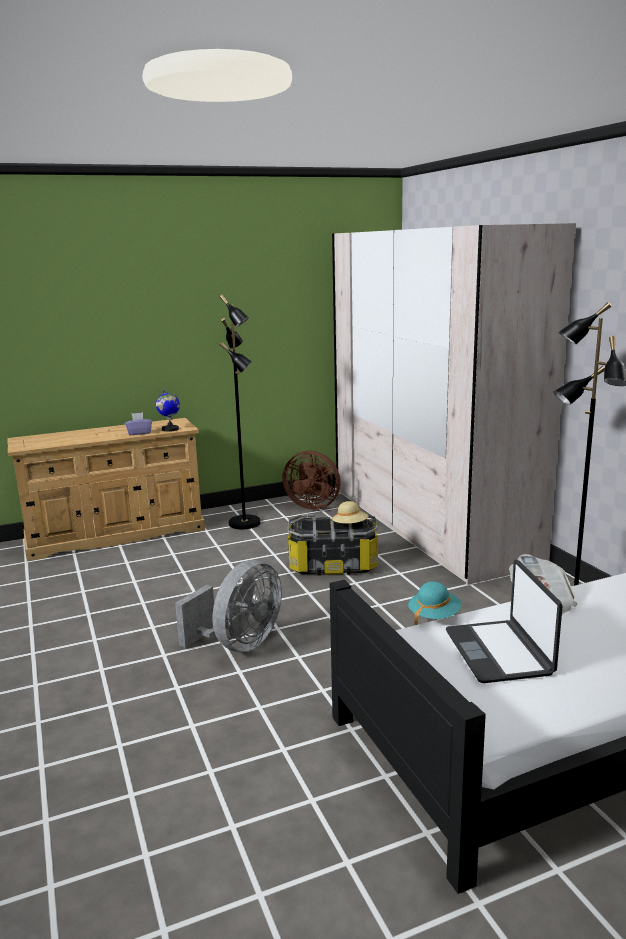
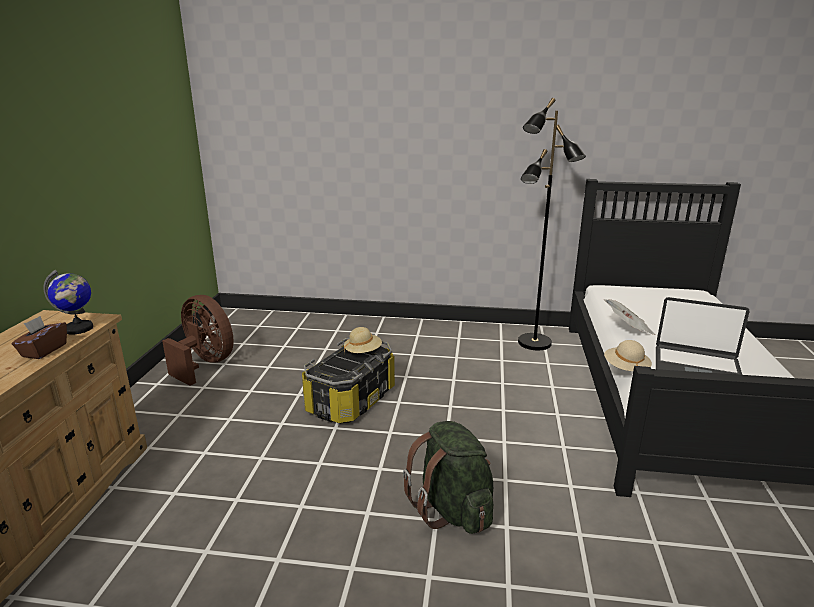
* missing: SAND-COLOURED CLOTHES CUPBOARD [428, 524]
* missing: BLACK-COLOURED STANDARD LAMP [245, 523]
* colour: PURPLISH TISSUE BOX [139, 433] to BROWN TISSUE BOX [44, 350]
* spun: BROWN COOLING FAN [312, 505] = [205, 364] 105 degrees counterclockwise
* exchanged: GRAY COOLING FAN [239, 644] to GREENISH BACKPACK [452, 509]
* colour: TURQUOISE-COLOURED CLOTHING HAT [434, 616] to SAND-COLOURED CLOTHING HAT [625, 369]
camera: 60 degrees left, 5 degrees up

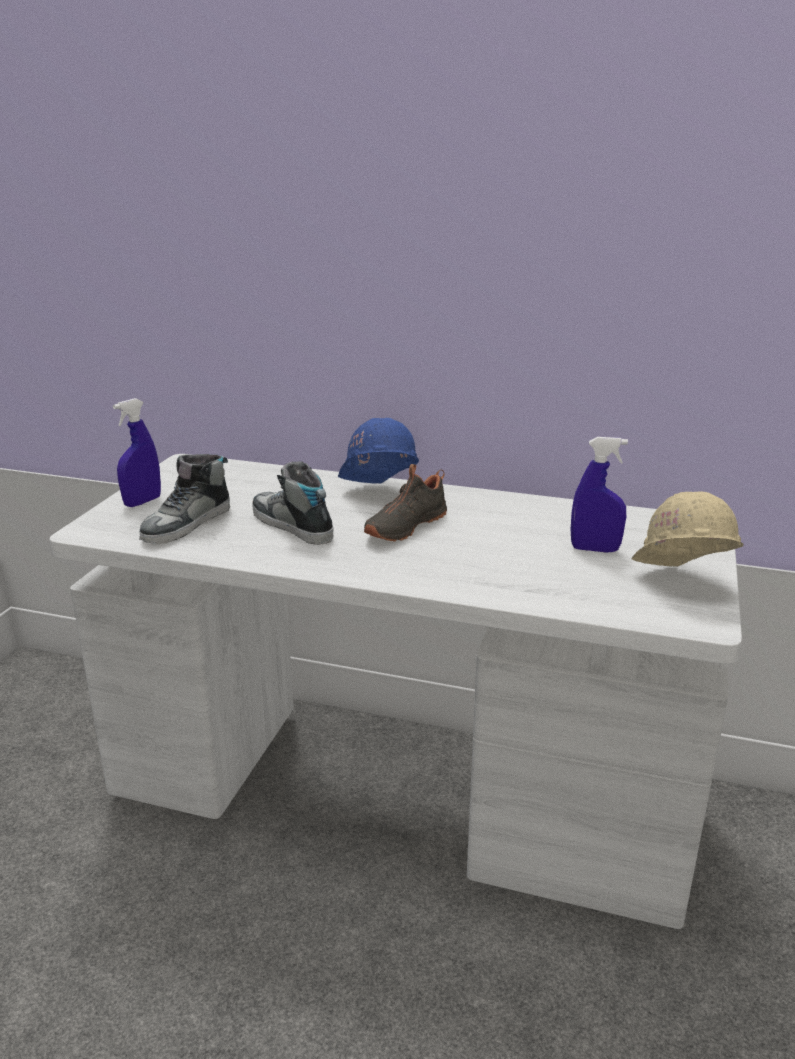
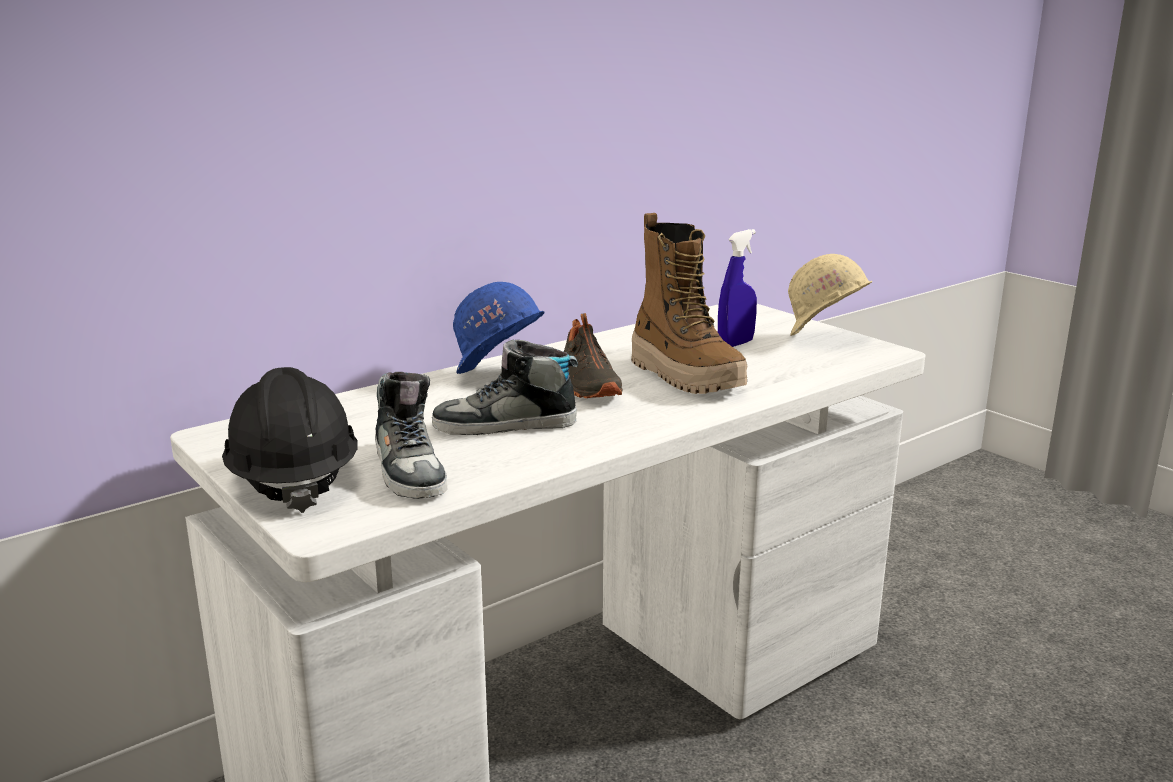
* exchanged: BLUISH SPRAYER [142, 502] to BLACK-COLOURED HARD HAT [293, 480]
* appeared: BOOT [686, 377]
camera: 55 degrees left, 5 degrees down

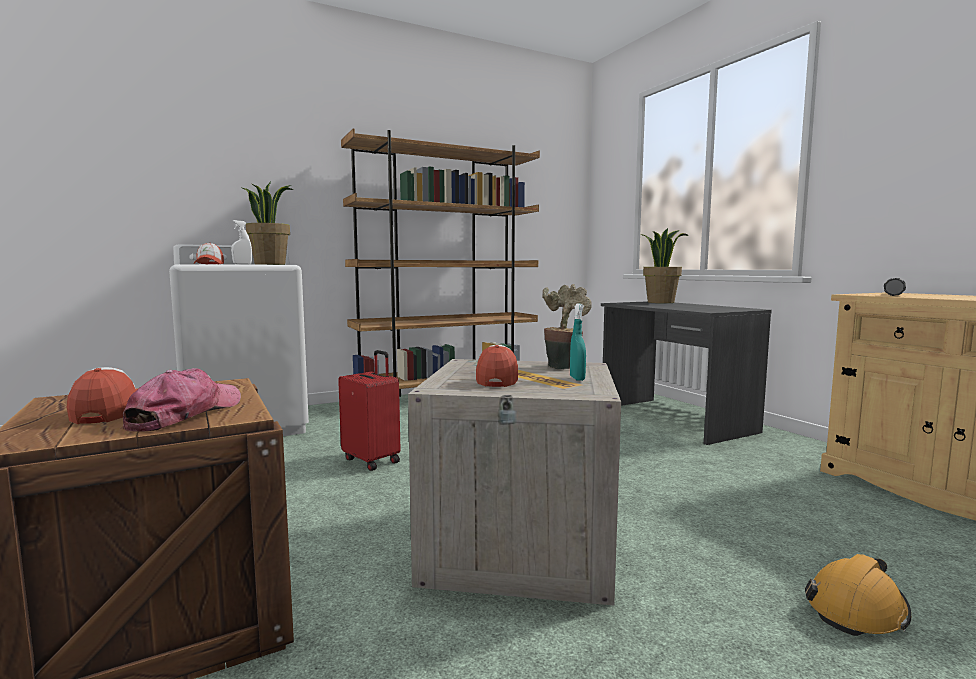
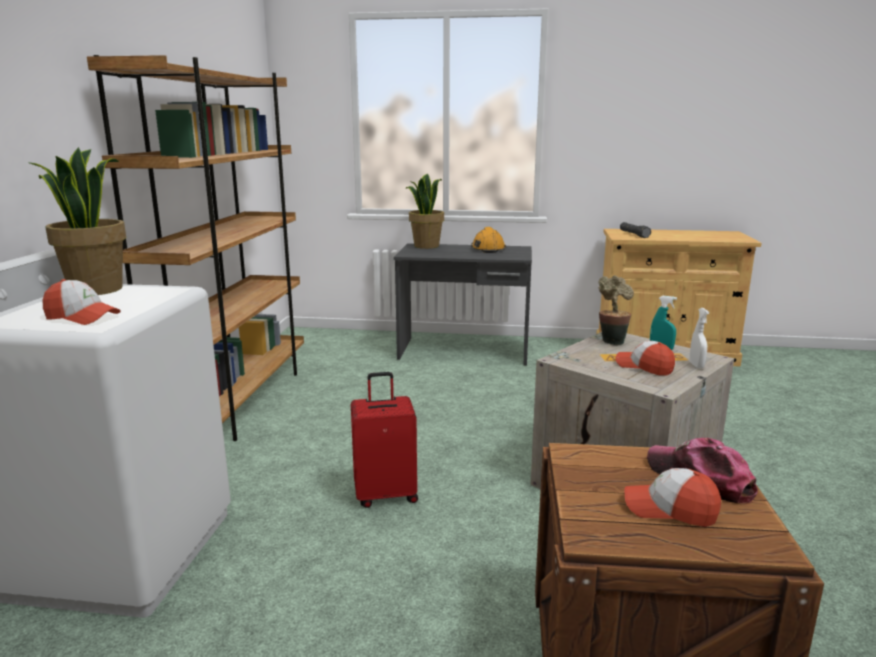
* relocated: WHITE SPRAYER [242, 264] to [696, 365]
* relocated: ORANGEY HARD HAT [856, 609] to [487, 249]
camera: 55 degrees left, 10 degrees up

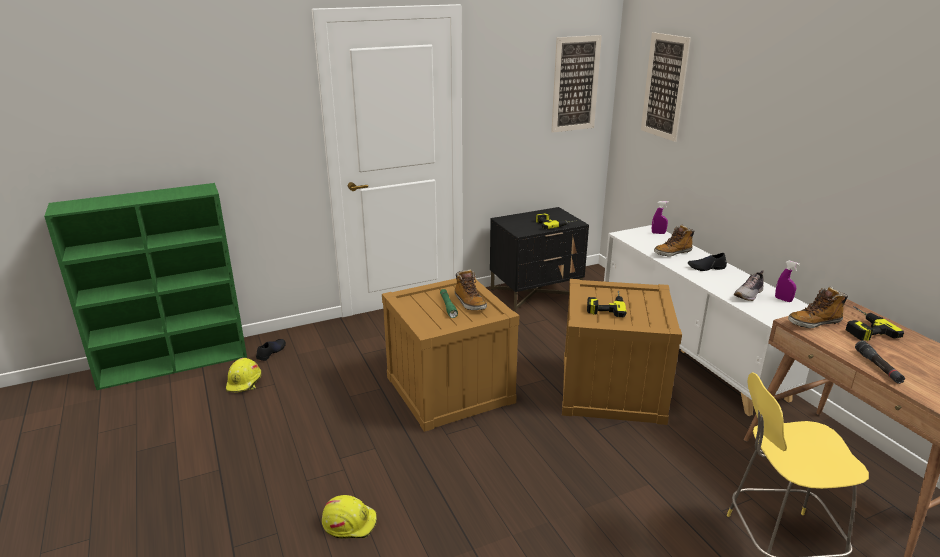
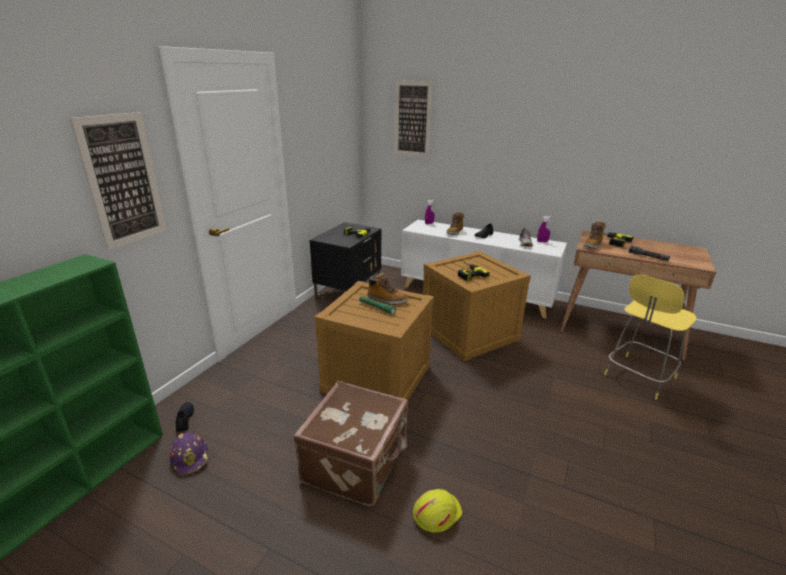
* relocated: WALL ART [575, 84] to [123, 180]
* colour: YELLOW-COLOURED HARD HAT [244, 382] to PURPLISH HARD HAT [191, 458]
* appeared: BROWN TRAVEL CASE [357, 463]
camera: 40 degrees left, 0 degrees up

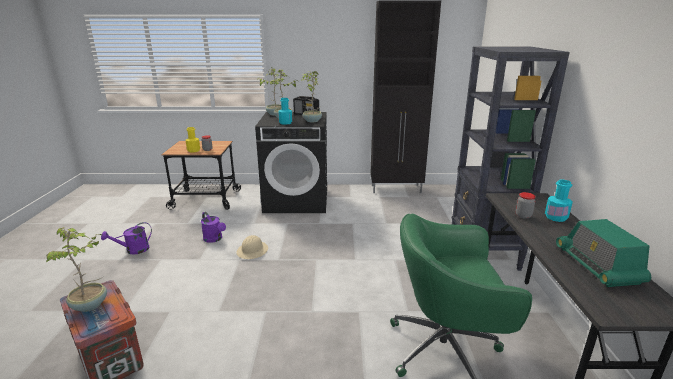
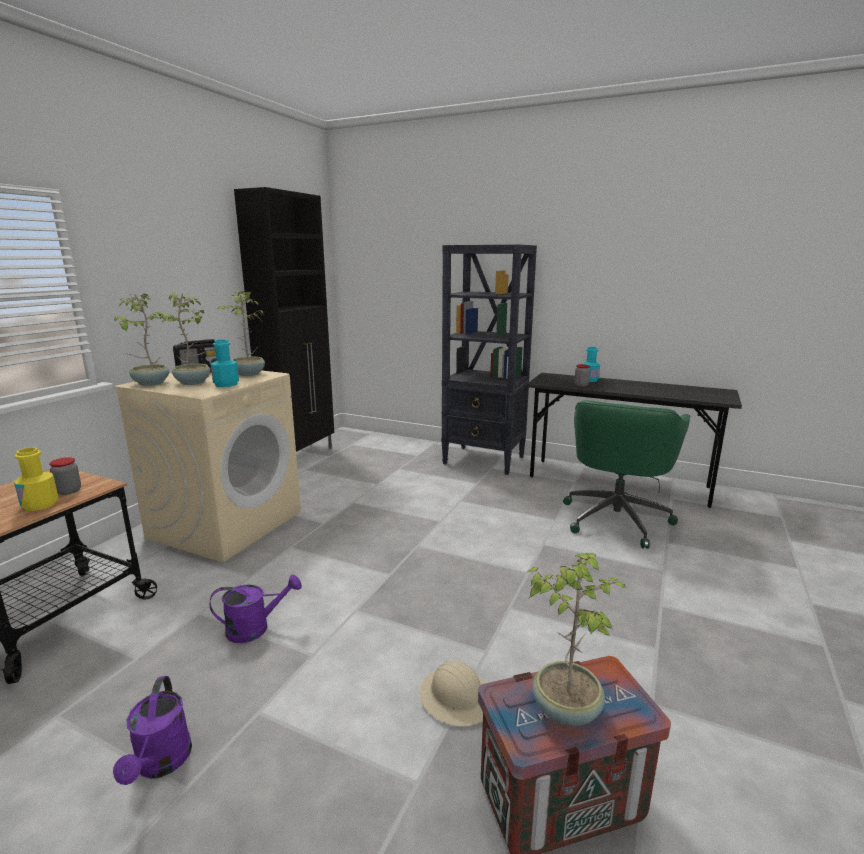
* colour: BLACK-COLOURED LAUNDRY MACHINE [297, 200] to SAND-COLOURED LAUNDRY MACHINE [226, 524]
* missing: RADIO SET [597, 266]
* relocated: SAND-COLOURED HARD HAT [252, 251] to [456, 697]
camera: 65 degrees left, 5 degrees down

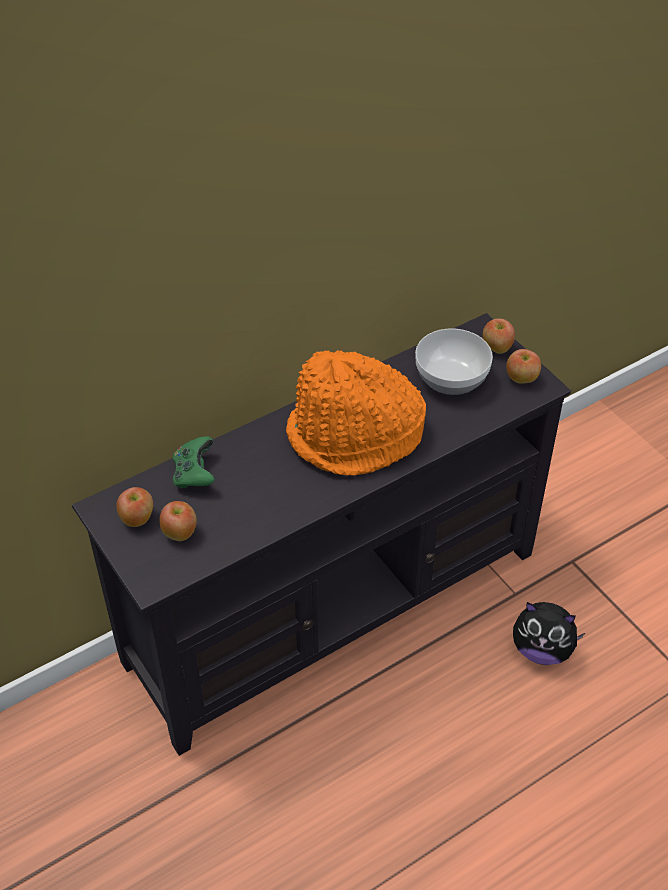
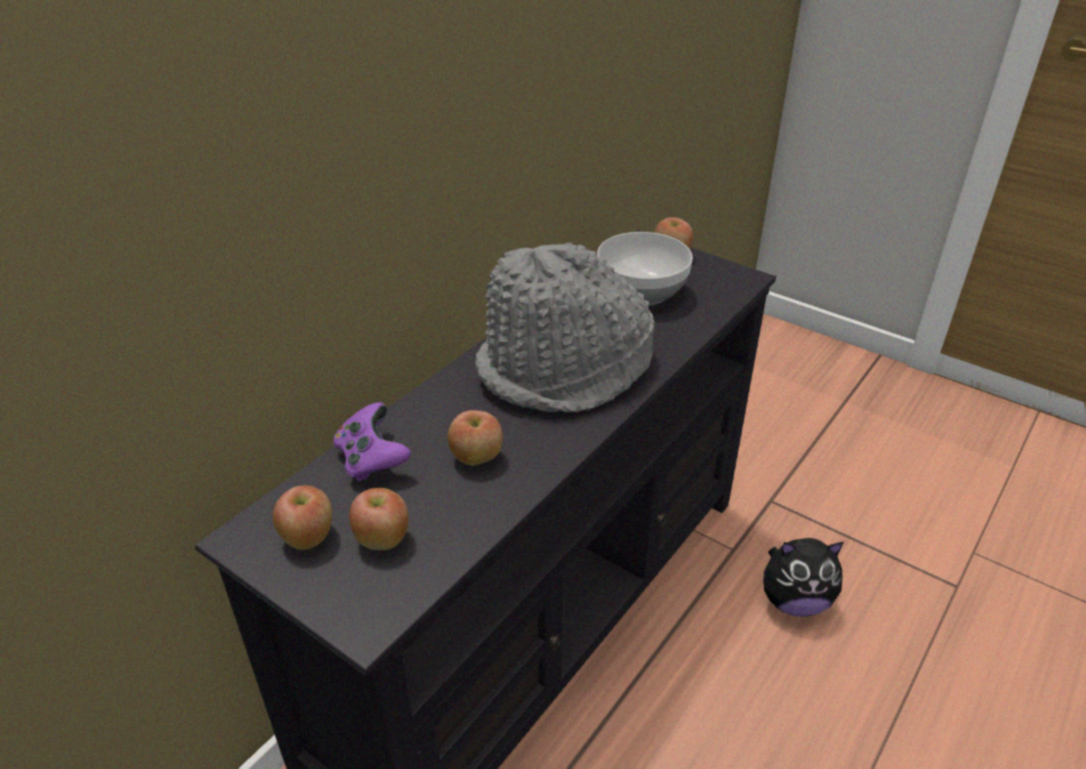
* relocated: APPLE [521, 379] to [476, 458]
* colour: ORANGEY CLOTHING HAT [355, 437] to GRAY CLOTHING HAT [565, 370]
* colour: GREENISH GAME CONTROLLER [194, 474] to PURPLISH GAME CONTROLLER [371, 460]
camera: 20 degrees left, 10 degrees down

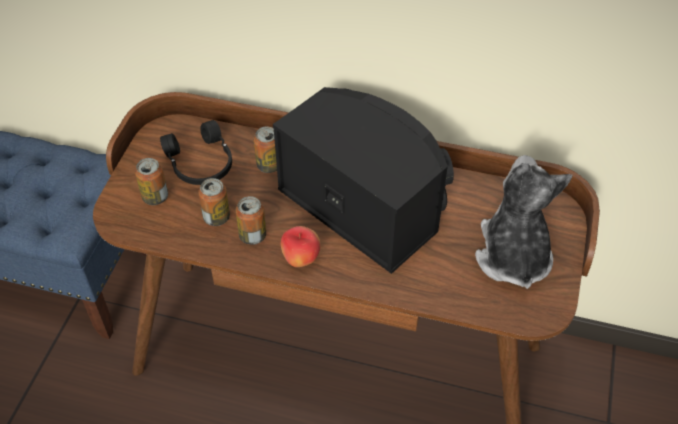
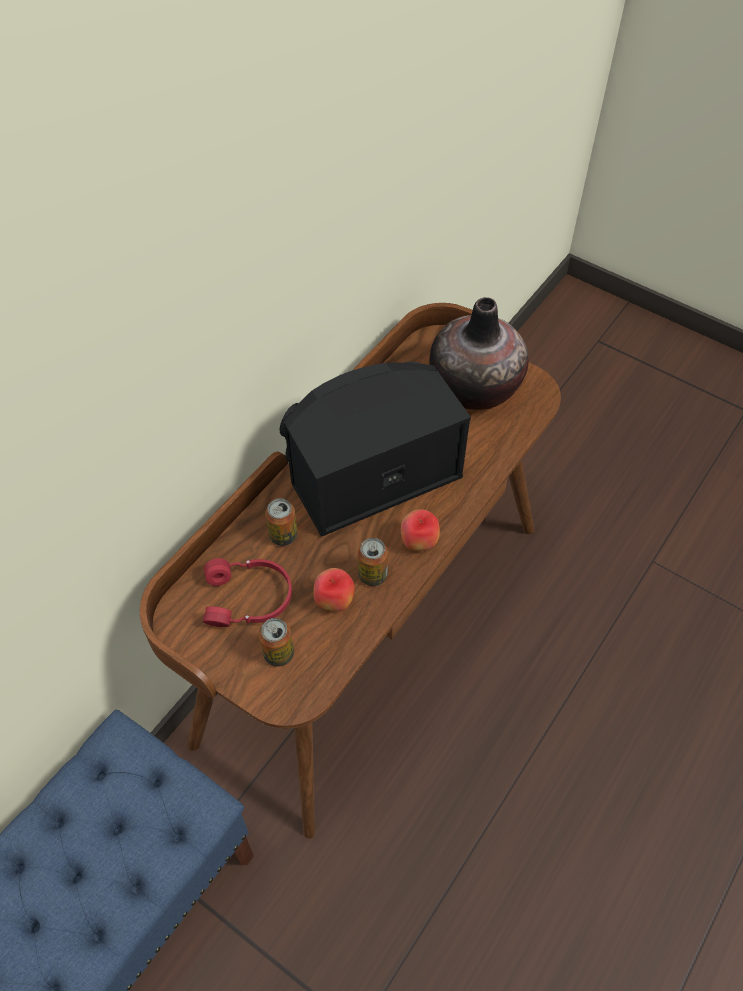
* colour: BLACK-COLOURED PAIR OF HEADPHONES [200, 163] to REDDISH PAIR OF HEADPHONES [249, 599]
* exchanged: PLUSH TOY [512, 255] to FLOWER VASE [475, 387]
* exchanged: SEALED CAN [216, 217] to APPLE [334, 601]
camera: 70 degrees left, 5 degrees up

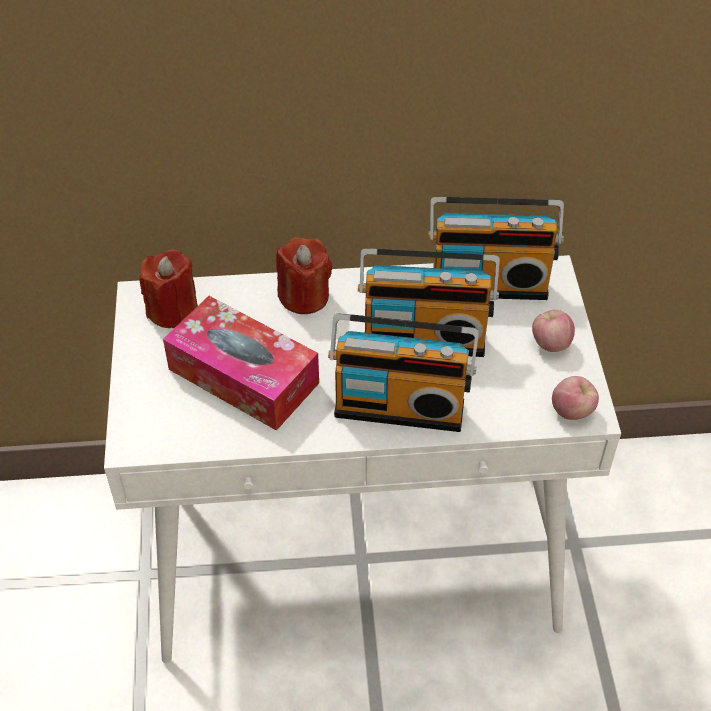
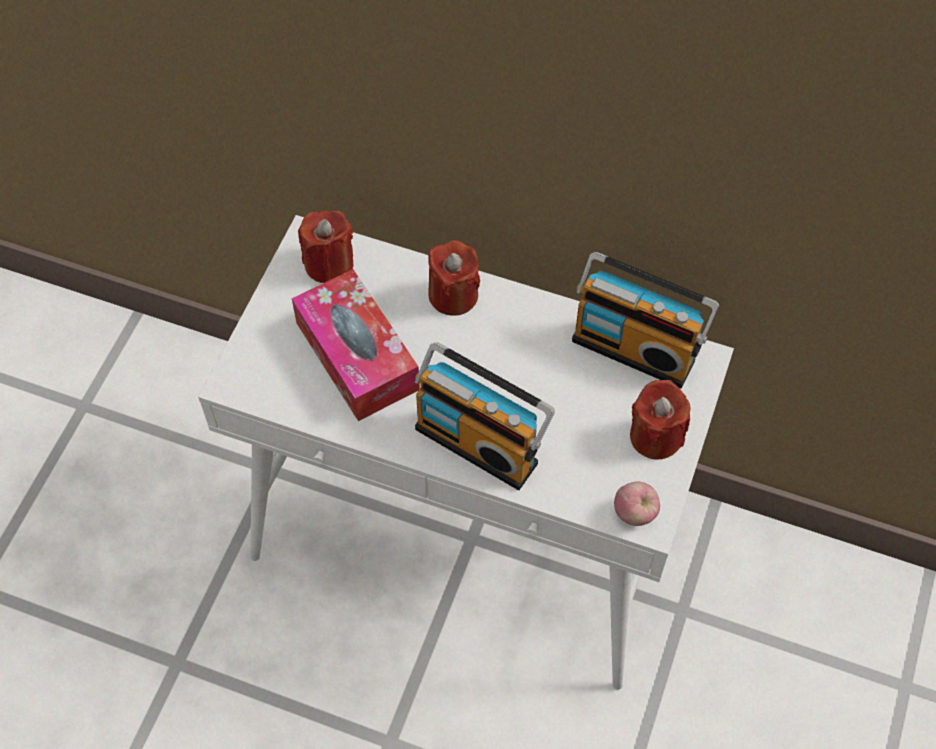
* missing: RADIO SET [424, 336]
* exchanged: APPLE [550, 344] to REDDISH CANDLE [655, 436]
camera: 25 degrees right, 10 degrees up

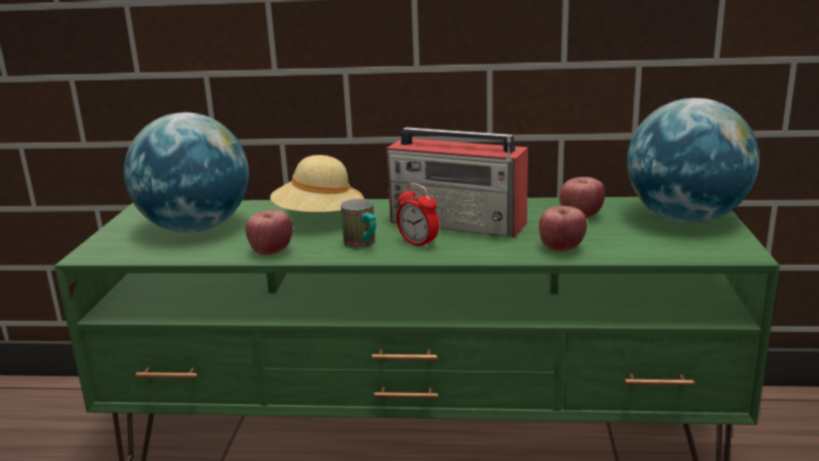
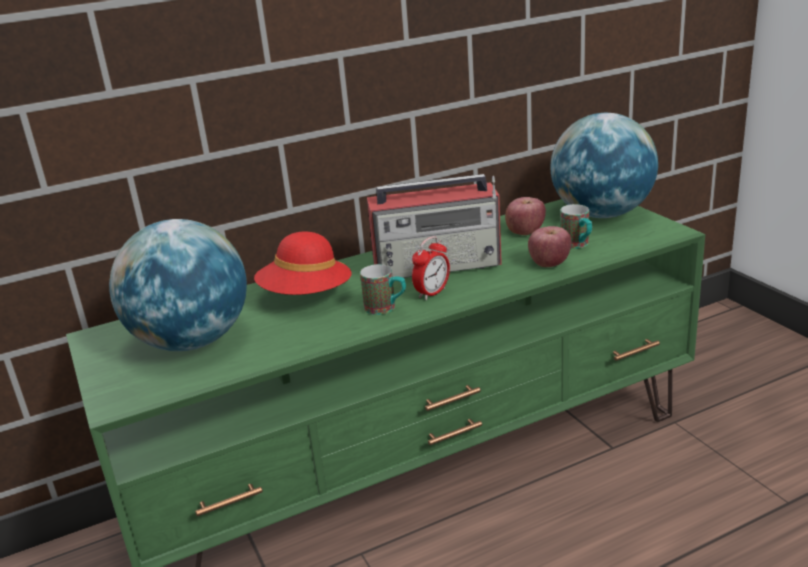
* colour: SAND-COLOURED CLOTHING HAT [318, 219] to REDDISH CLOTHING HAT [306, 296]
* spun: TABLE CLOCK [418, 244] = [432, 293] 60 degrees counterclockwise
* missing: APPLE [271, 252]
* appeared: MUG [578, 245]
camera: 30 degrees left, 5 degrees up

